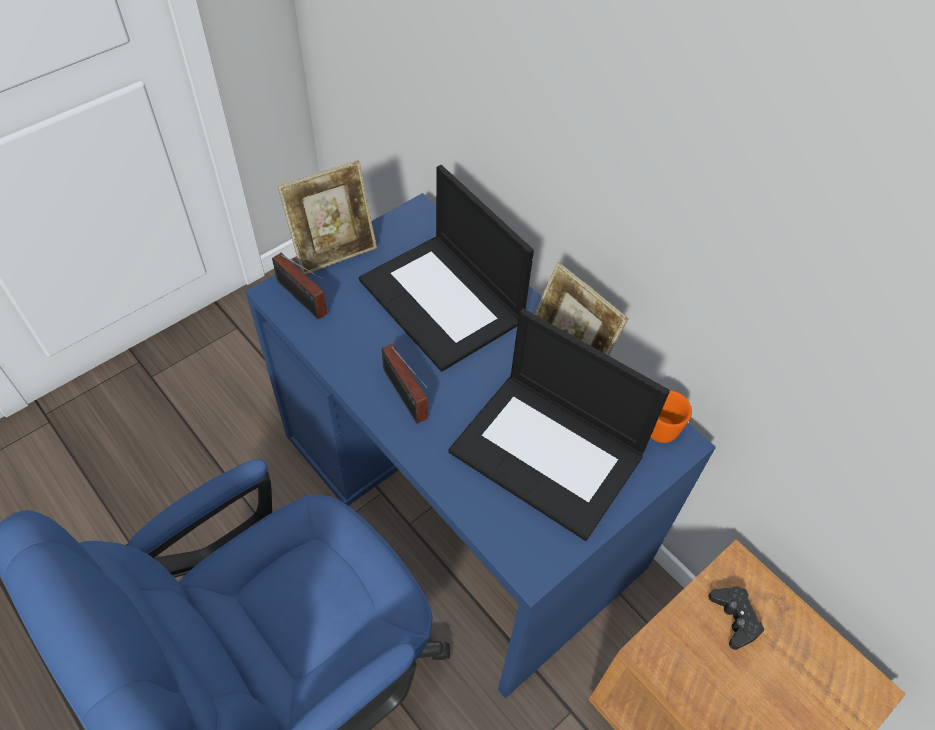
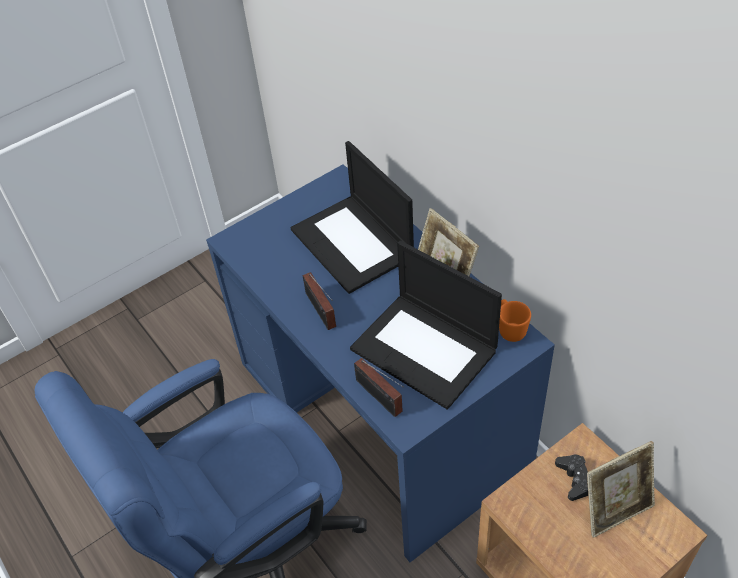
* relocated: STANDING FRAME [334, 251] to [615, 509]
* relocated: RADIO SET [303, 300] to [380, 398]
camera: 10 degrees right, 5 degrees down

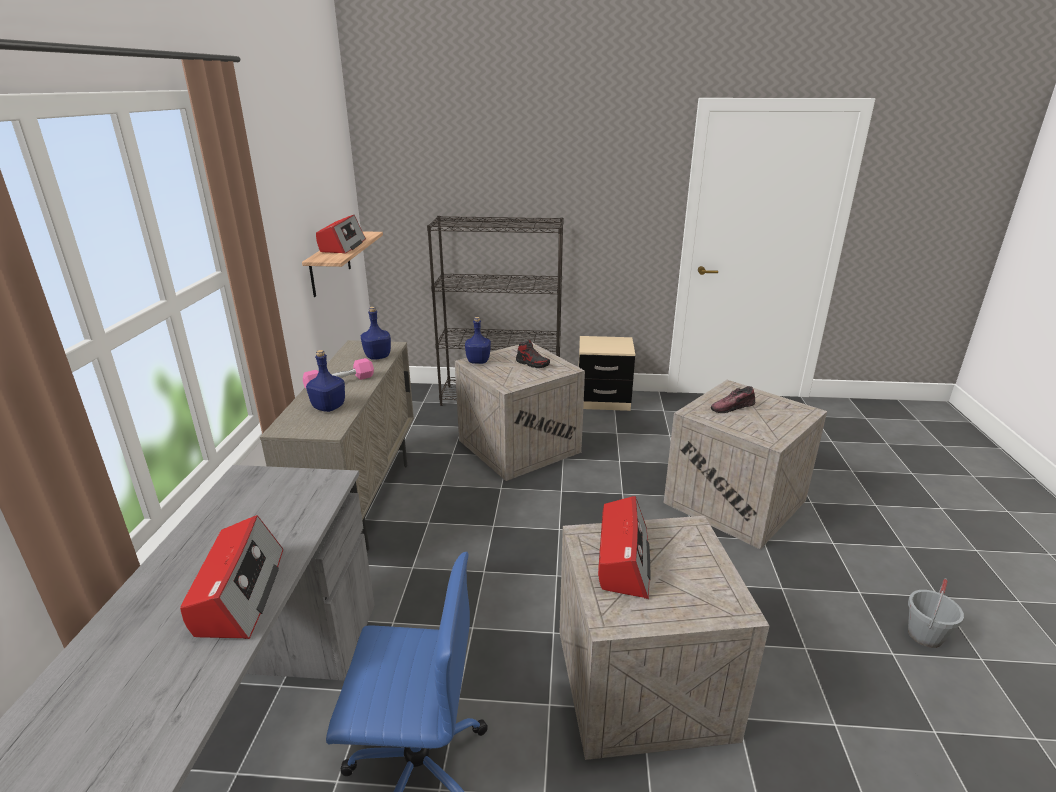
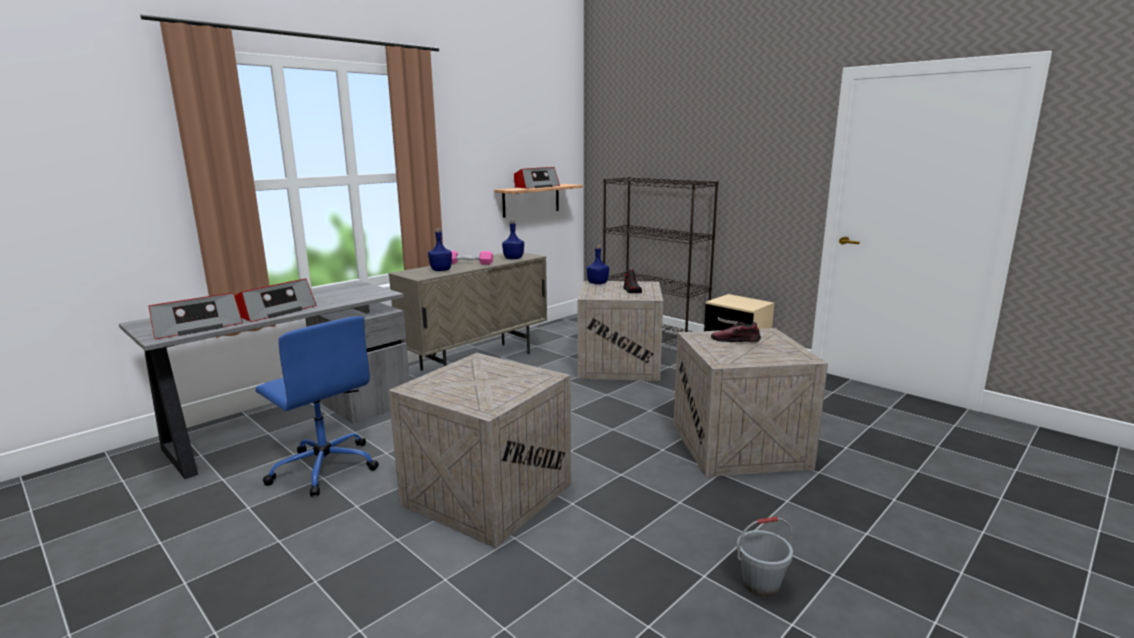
* relocated: RADIO SET [623, 559] to [196, 327]
camera: 40 degrees right, 10 degrees down

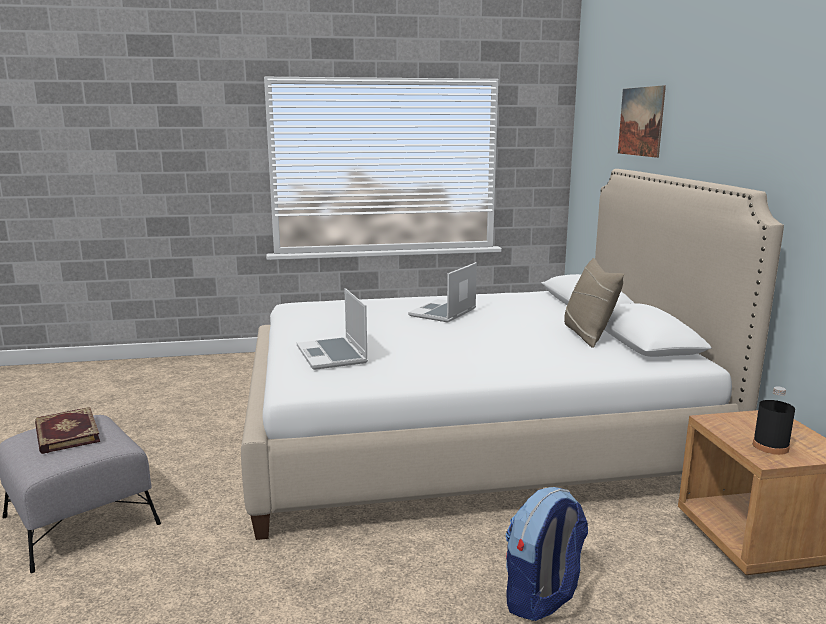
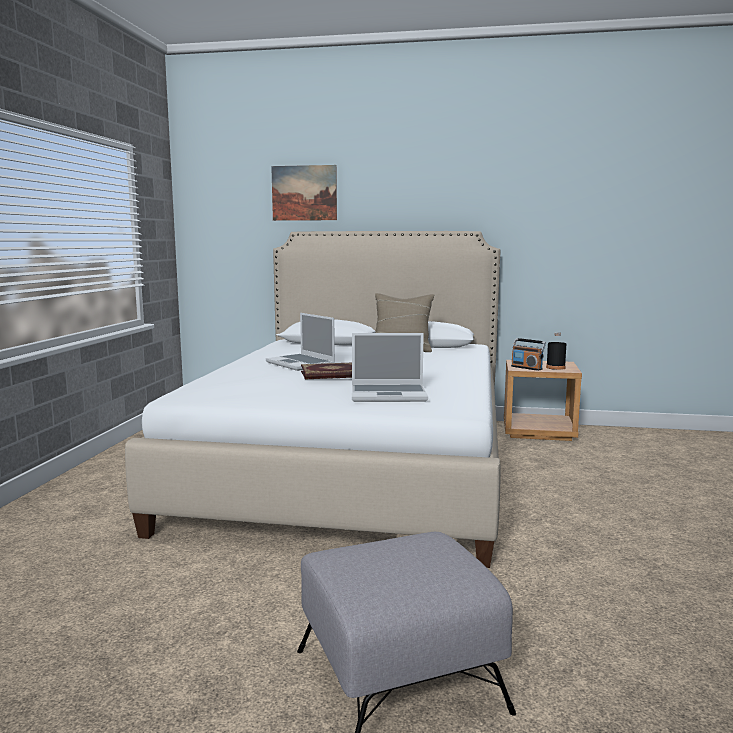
* relocated: BOUND BOOK [65, 433] to [332, 374]
* missing: BACKPACK [542, 598]
* appeared: RADIO SET [526, 368]
camera: 70 degrees left, 5 degrees down

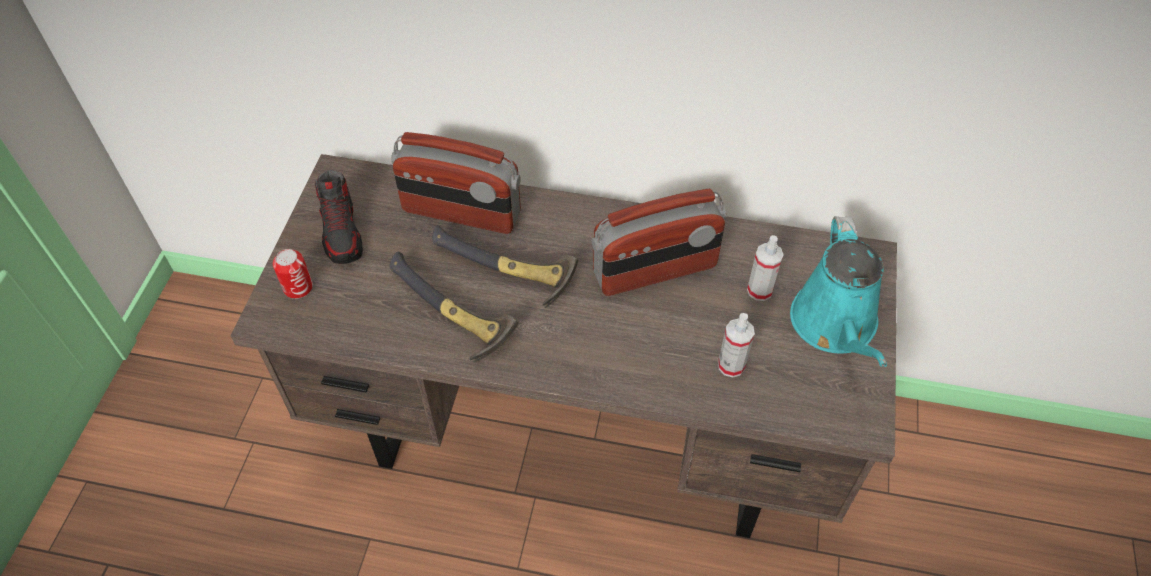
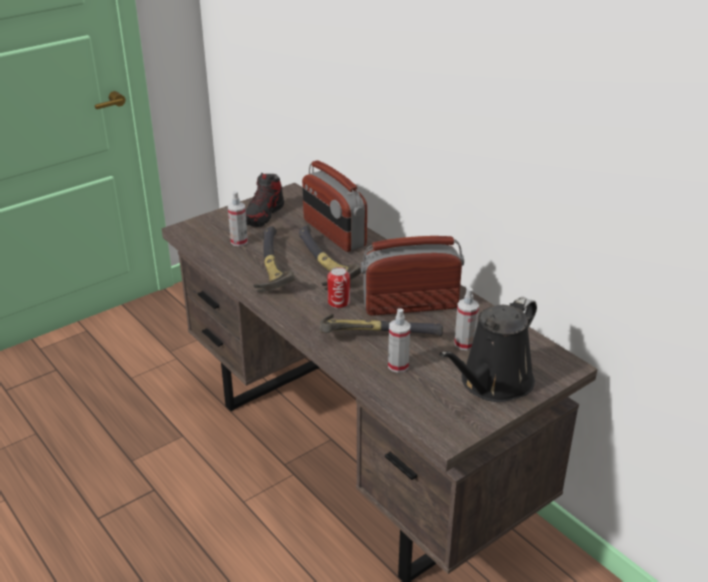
* spun: RADIO SET [655, 271] = [410, 305] 150 degrees clockwise
* colour: TURQUOISE-COLOURED WATERING CAN [835, 326] to BLACK-COLOURED WATERING CAN [492, 383]
* relocated: SEALED CAN [298, 287] to [339, 302]
* appeared: SPRAYER [239, 241]
* appeared: HAND HAMMER [376, 334]
camera: 40 degrees right, 20 degrees down

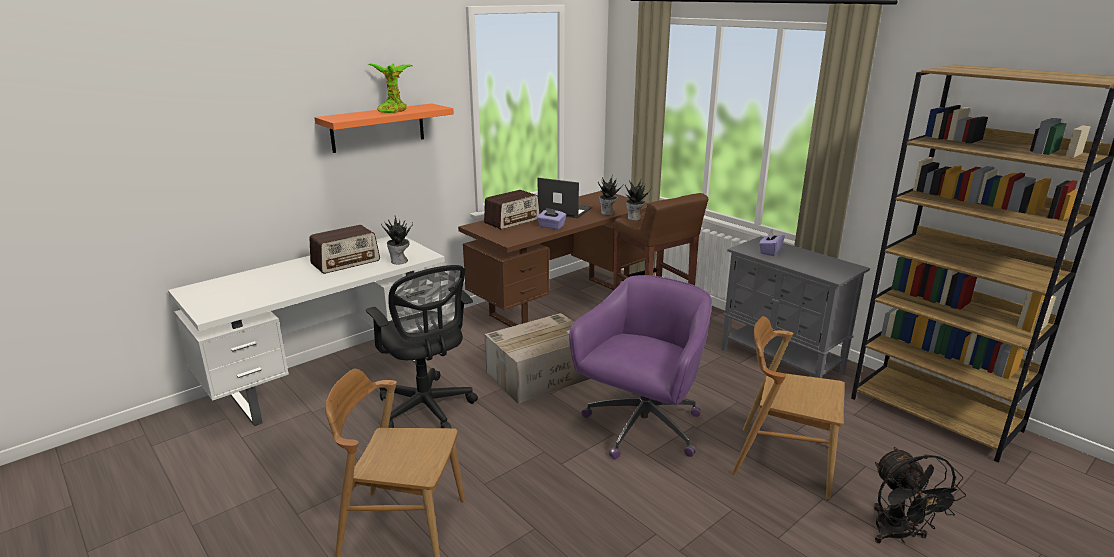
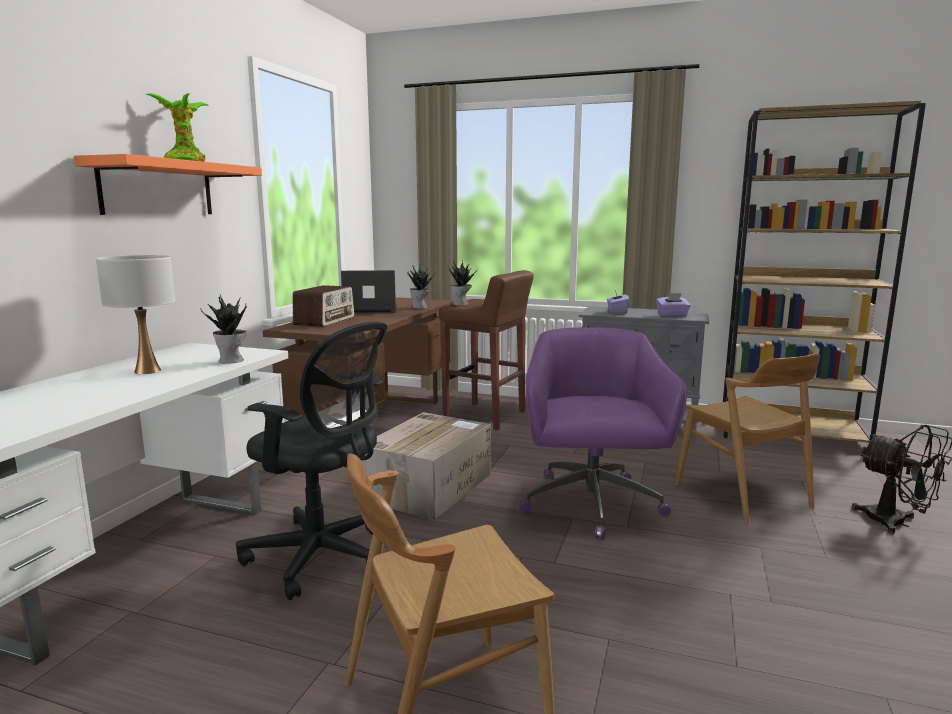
* relocated: PURPLISH TISSUE BOX [551, 227] to [672, 315]
* exchanged: RADIO SET [346, 262] to WHITE TABLETOP LAMP [147, 371]
* spun: BROWN CHAIR [782, 461] = [742, 496] 105 degrees counterclockwise
camera: 30 degrees left, 10 degrees down

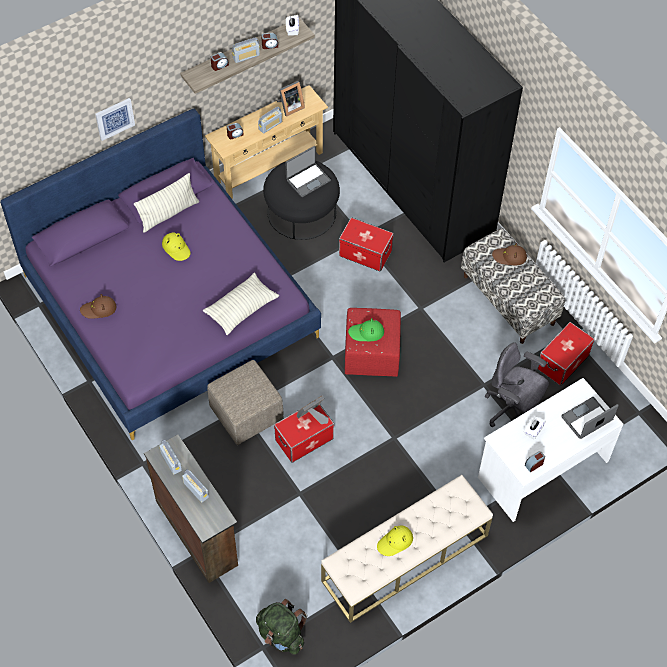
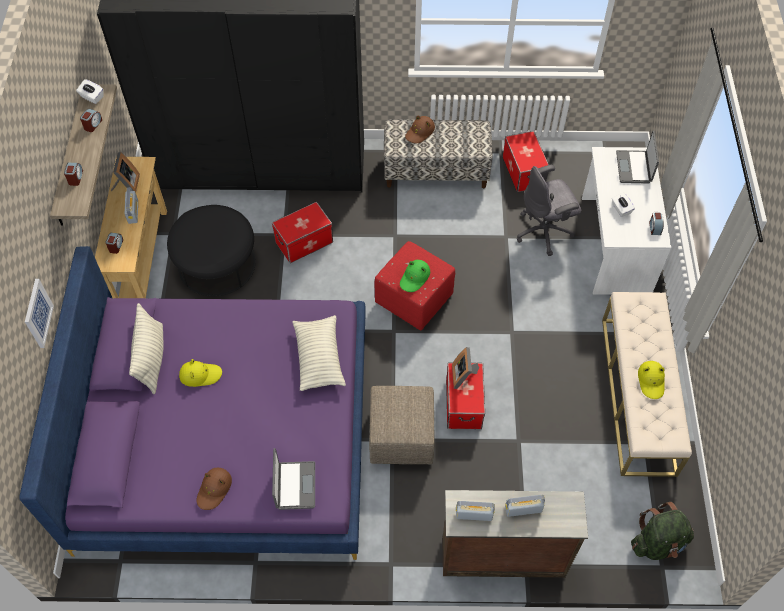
* missing: RADIO SET [246, 56]
* relocated: LAPTOP [308, 180] to [294, 485]
camera: 55 degrees left, 0 degrees up

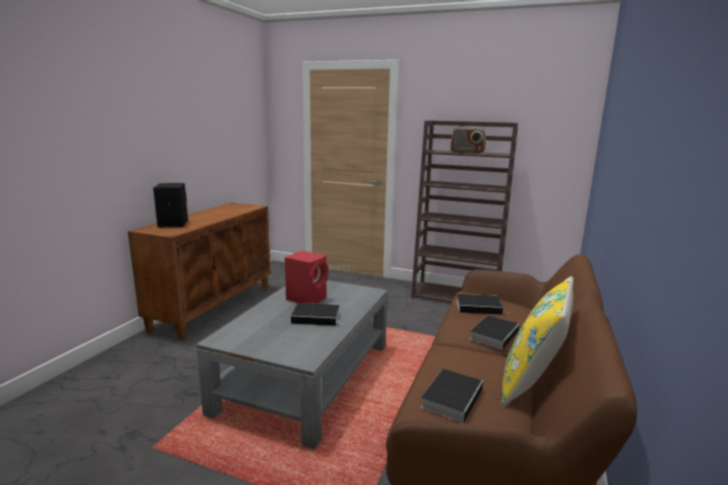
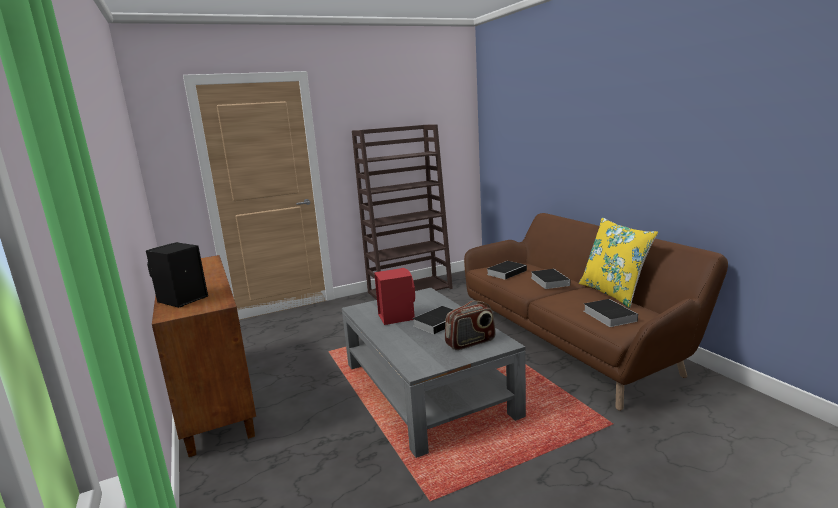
* relocated: RADIO SET [467, 153] to [470, 342]
camera: 45 degrees left, 0 degrees up

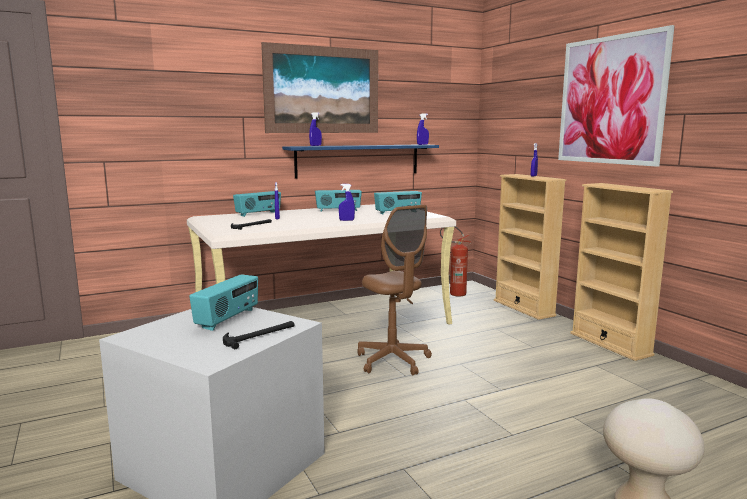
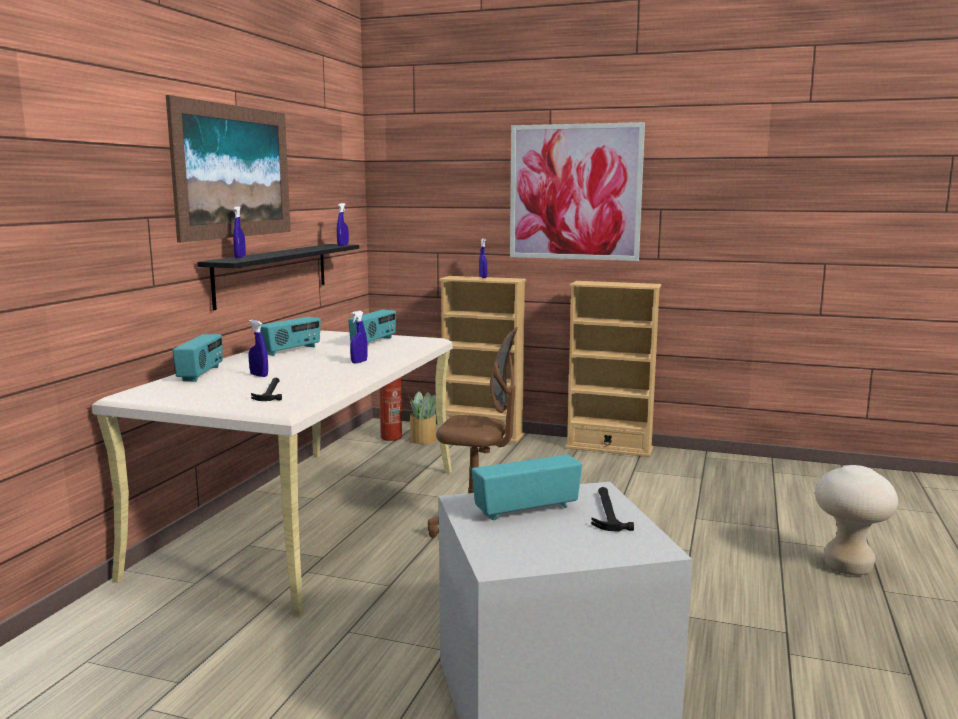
* colour: BLUISH WALL SHELF [358, 160] to BLACK-COLOURED WALL SHELF [273, 274]
* spun: RADIO SET [228, 319] = [526, 509] 90 degrees counterclockwise
* appeared: PLANT IN A POT [423, 439]
camera: 45 degrees left, 0 degrees up

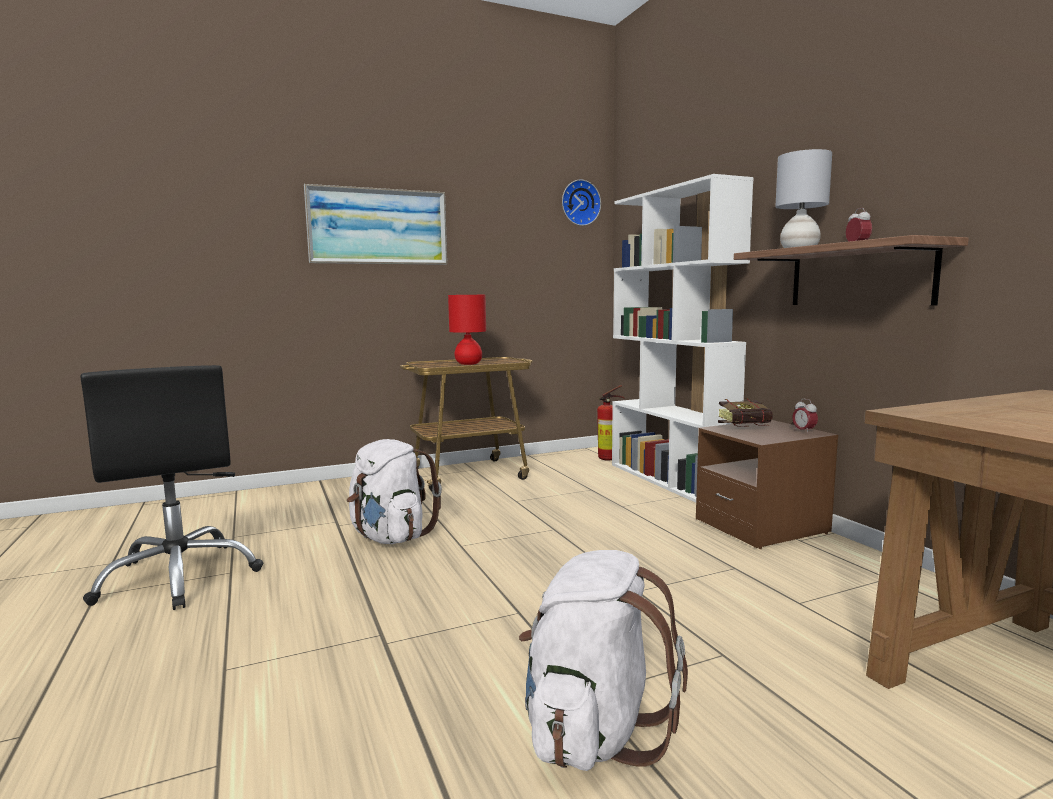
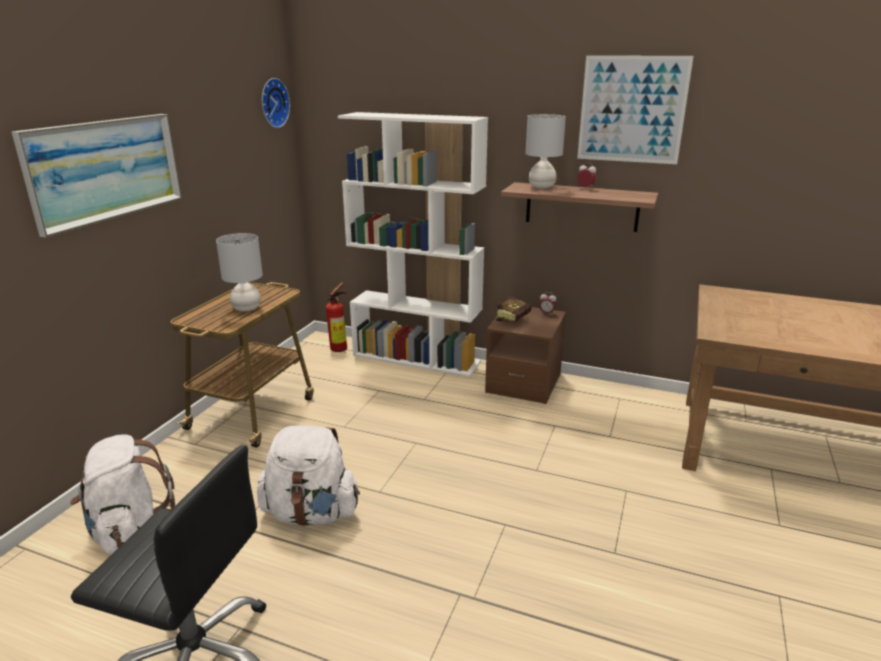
* colour: REDDISH TABLETOP LAMP [468, 364] to GRAY TABLETOP LAMP [247, 308]
* relocated: WHITE BACKPACK [593, 730] to [129, 529]
* appeared: WALL ART [632, 110]
camera: 45 degrees left, 15 degrees up

